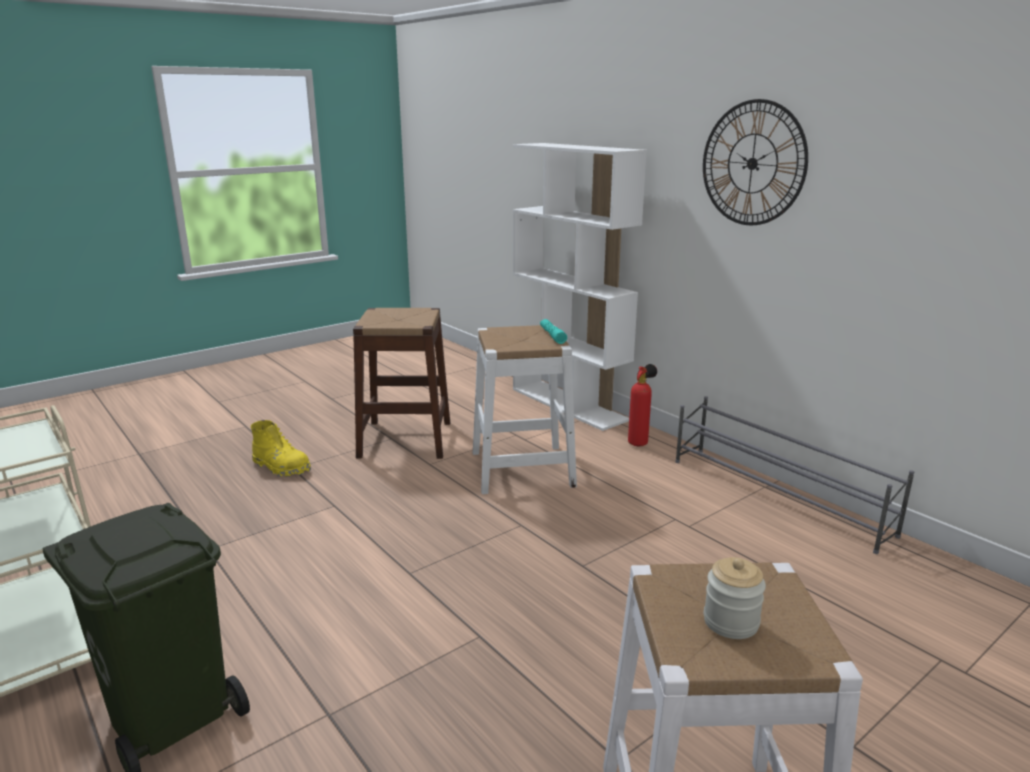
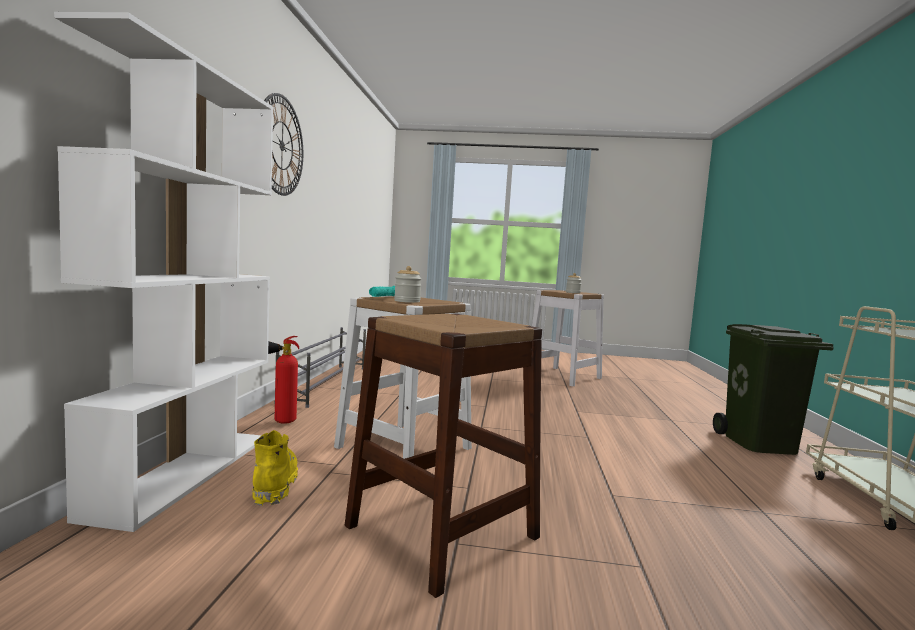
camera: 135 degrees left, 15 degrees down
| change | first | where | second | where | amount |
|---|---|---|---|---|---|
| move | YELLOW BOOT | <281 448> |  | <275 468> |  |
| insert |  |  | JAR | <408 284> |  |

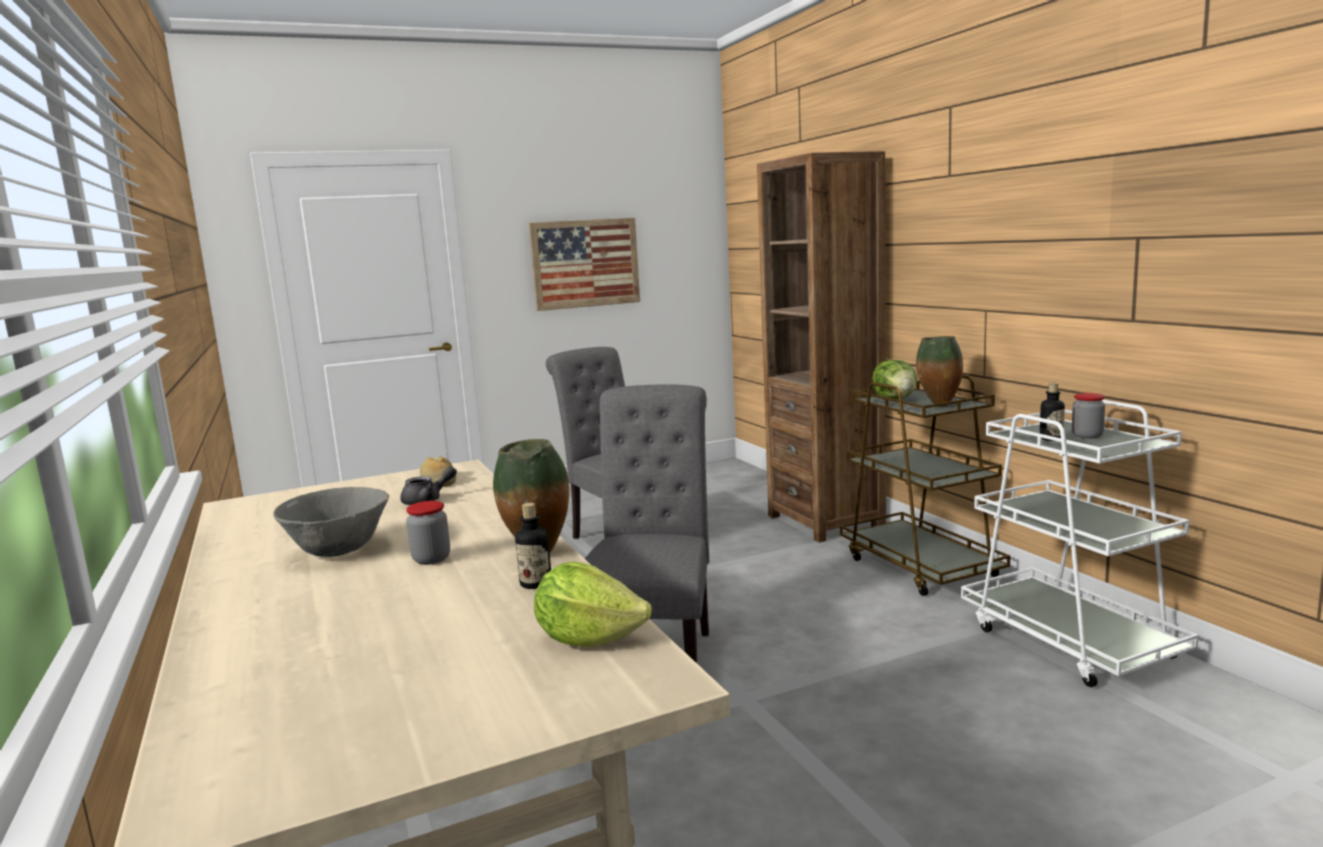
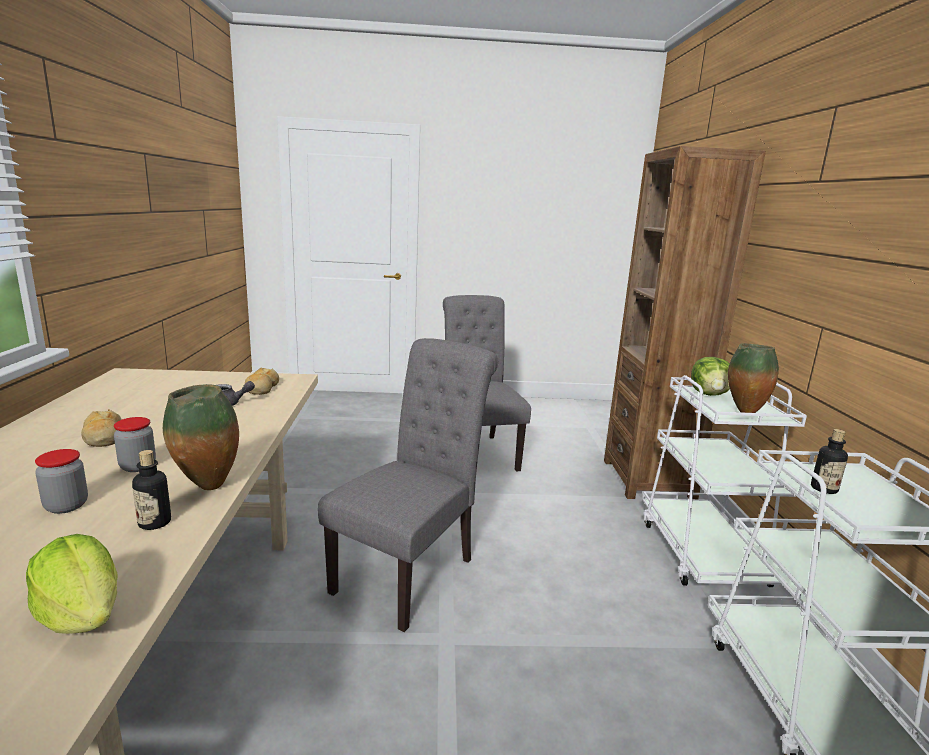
camera: 20 degrees right, 5 degrees up
| change | first | where | second | where | amount |
|---|---|---|---|---|---|
| replace | GREY BOWL | <331 522> | BREAD | <101 428> |  |
| delete | PICTURE | <584 264> |  |  |  |
| recolor | BROWN CART | <925 485> | WHITE CART | <724 481> |  |
| move | JAR | <1088 416> |  | <61 481> |  |

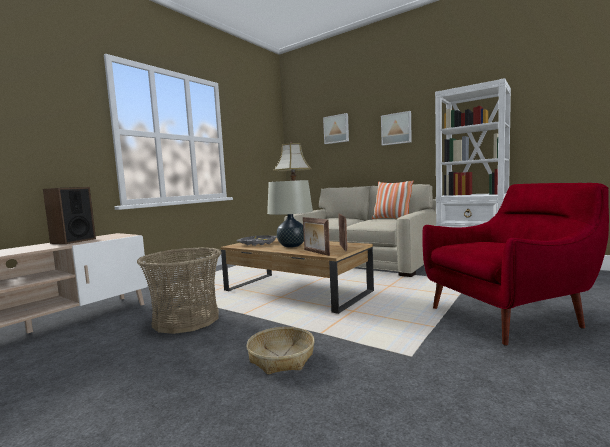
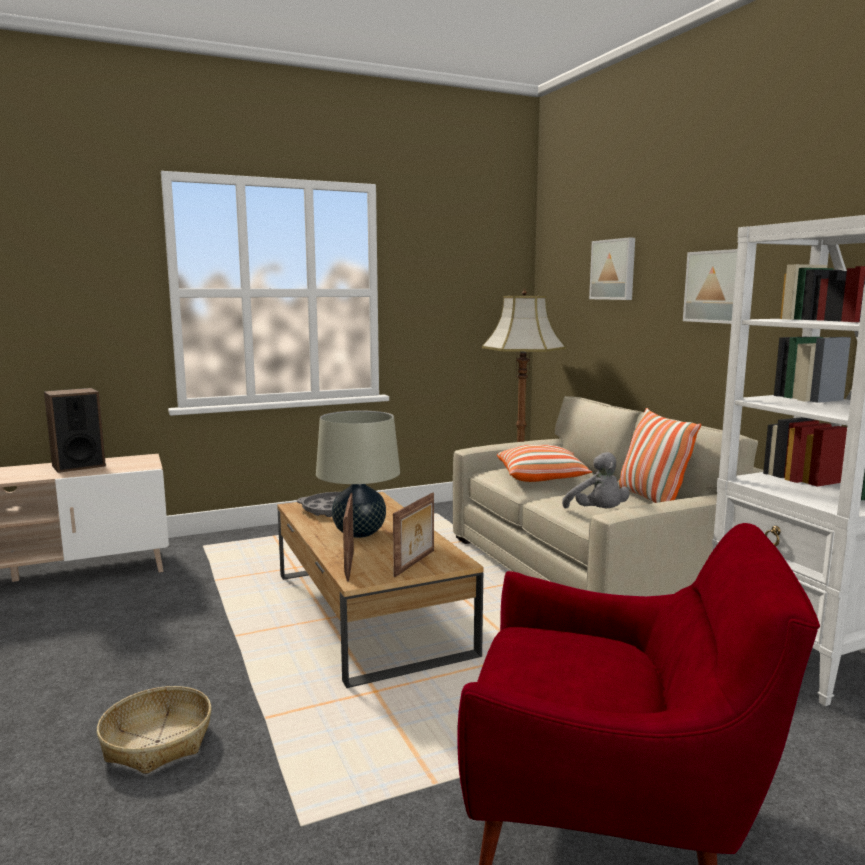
camera: 30 degrees right, 5 degrees up
| change | first | where | second | where | amount |
|---|---|---|---|---|---|
| delete | BASKET | <179 290> |  |  |  |
| insert |  |  | PILLOW | <544 463> |  |
| insert |  |  | GREY PLUSH TOY | <596 480> |  |

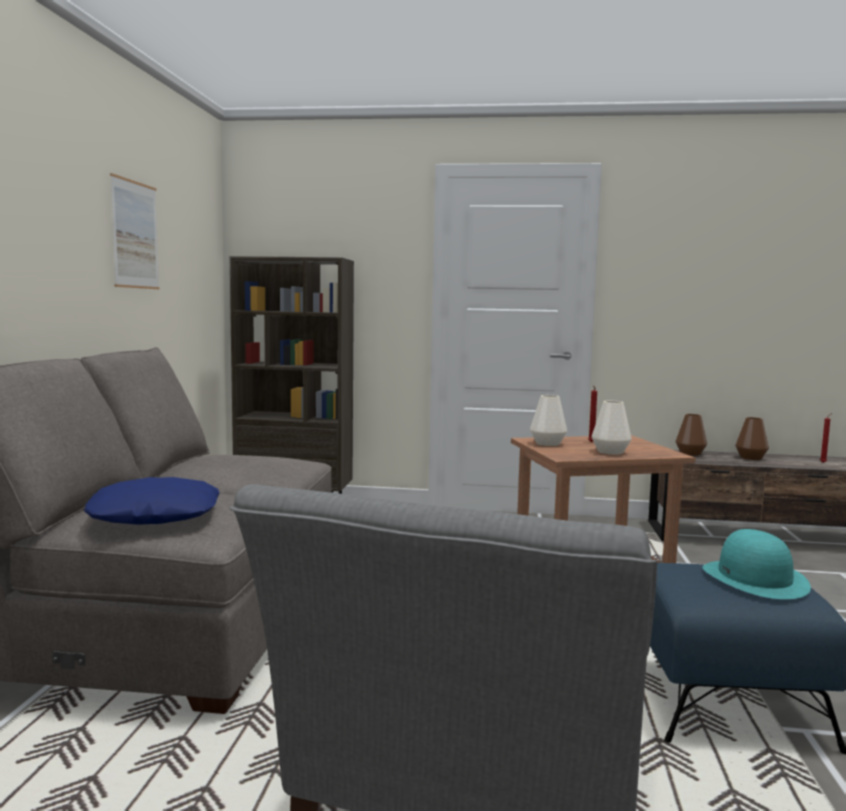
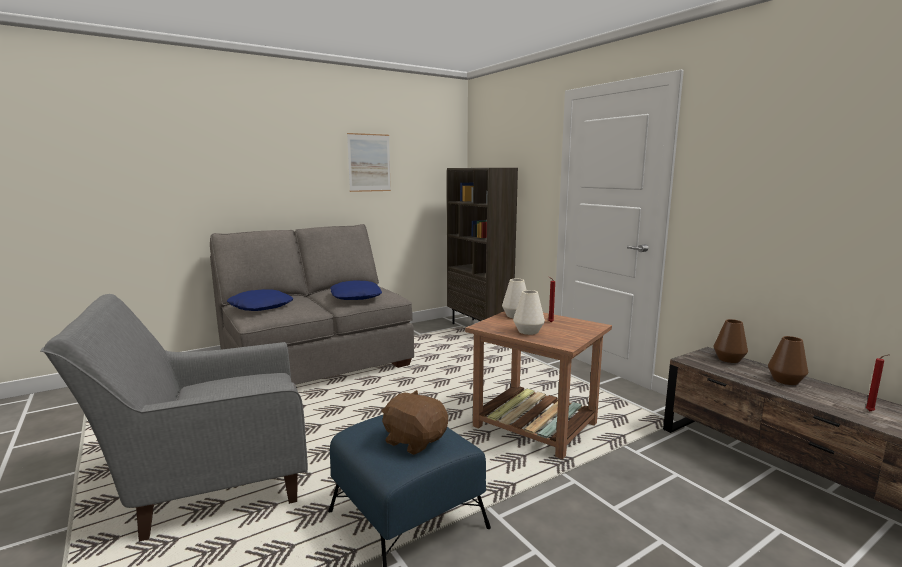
camera: 50 degrees right, 5 degrees up
| change | first | where | second | where | amount |
|---|---|---|---|---|---|
| replace | TURQUOISE HAT | <757 564> | BROWN PLUSH TOY | <414 422> |  |
| insert |  |  | BLUE PILLOW | <356 290> |  |

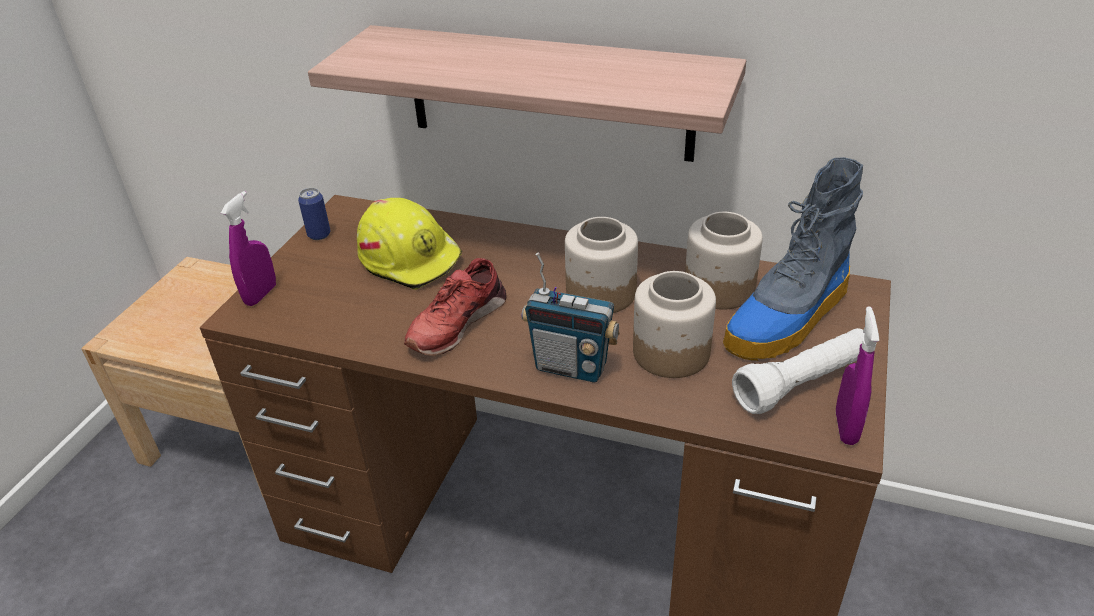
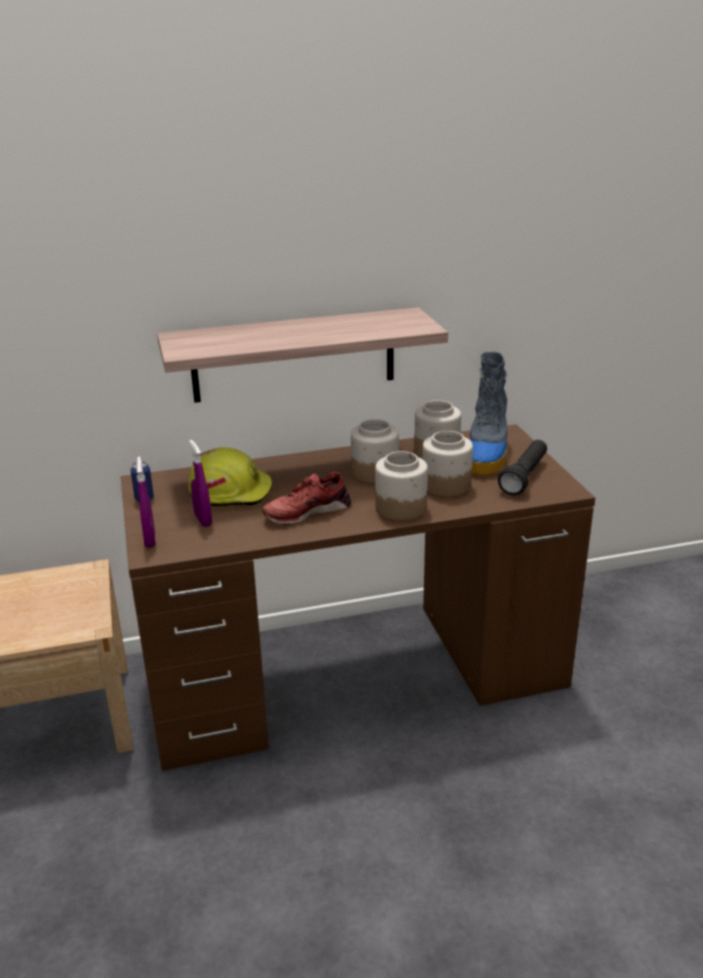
camera: 35 degrees left, 10 degrees down
| change | first | where | second | where | amount |
|---|---|---|---|---|---|
| rotate | RED SHOE | <455 307> |  | <306 498> | 60 degrees clockwise |
| replace | RADIO | <570 318> | JAR | <401 486> |  |
| recolor | WHITE FLASHLIGHT | <798 371> | BLACK FLASHLIGHT | <522 467> |  |
| move | PURPLE SPRAY BOTTLE | <857 376> |  | <200 483> |  |

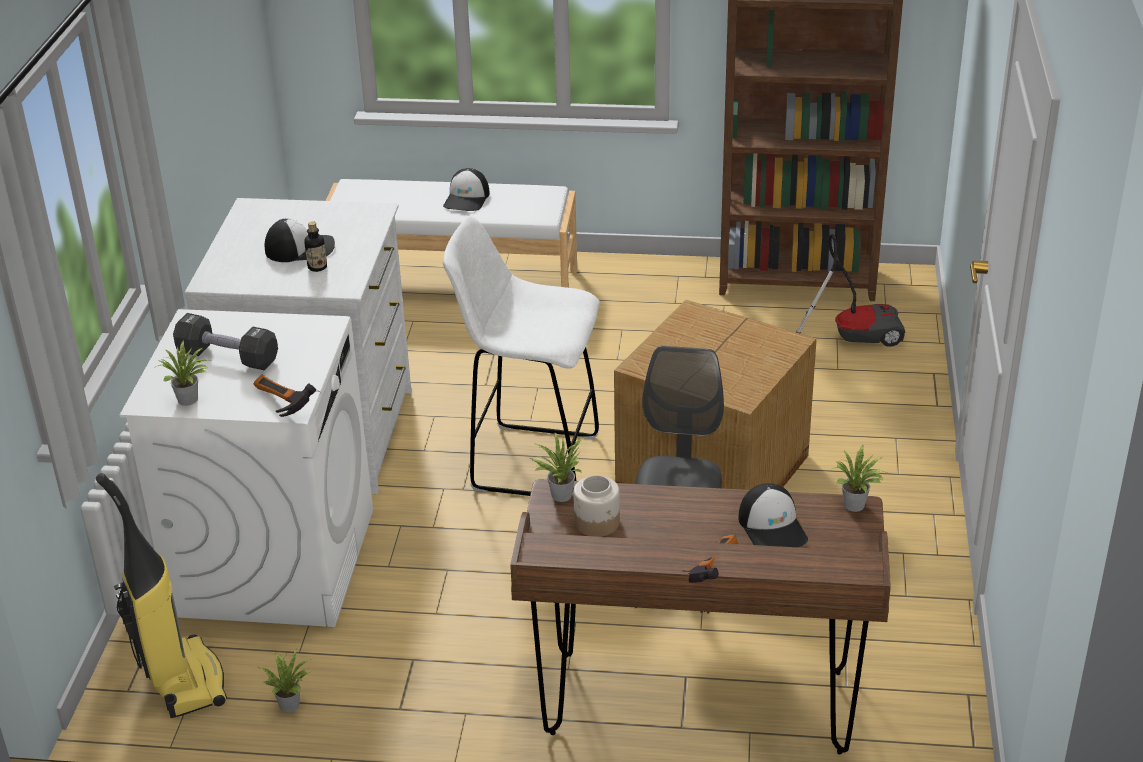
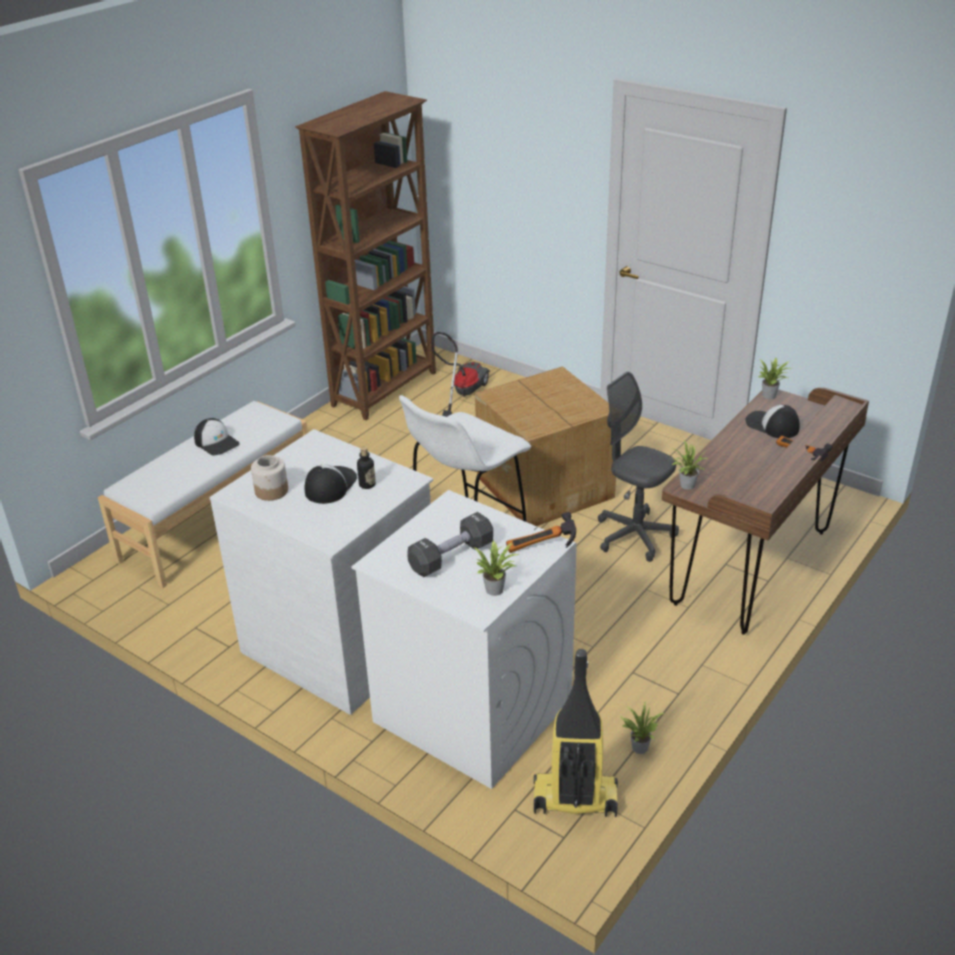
camera: 60 degrees left, 0 degrees up
| change | first | where | second | where | amount |
|---|---|---|---|---|---|
| move | JAR | <596 506> |  | <269 478> |  |
| rotate | CAP | <773 515> |  | <772 421> | 150 degrees counterclockwise |

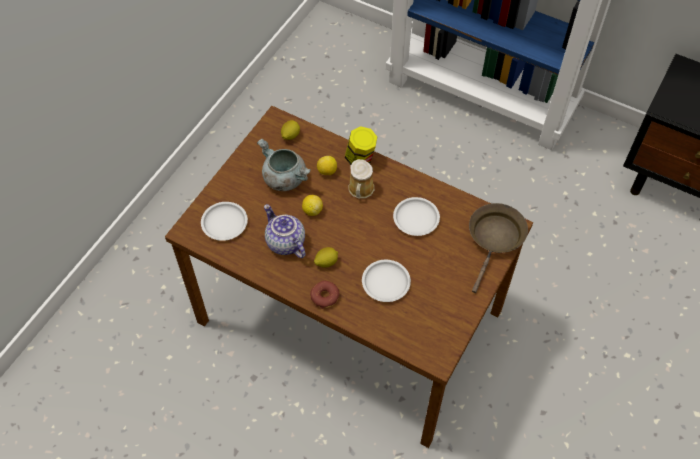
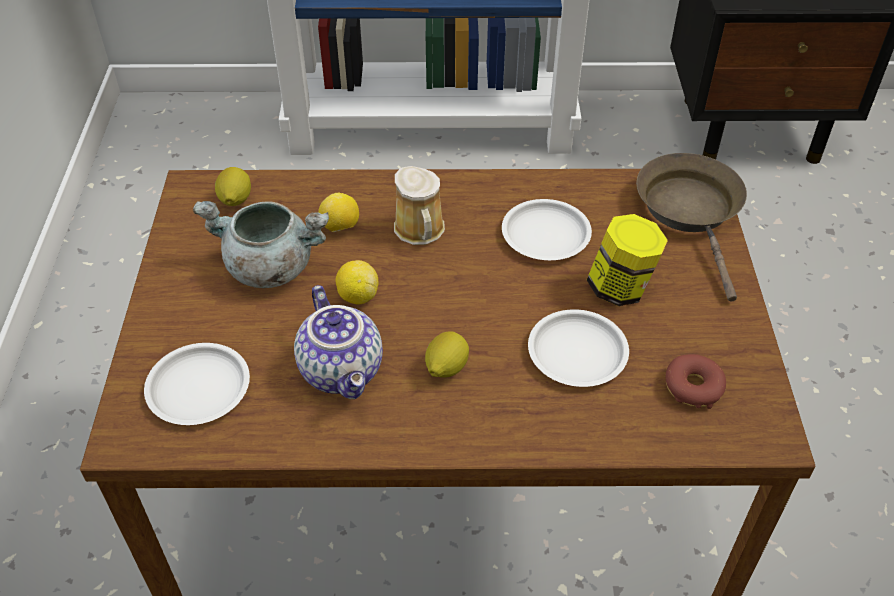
camera: 30 degrees left, 10 degrees down
| change | first | where | second | where | amount |
|---|---|---|---|---|---|
| rotate | TEAPOT | <284 231> |  | <338 342> | 135 degrees counterclockwise |
| move | DONUT | <324 295> |  | <695 381> |  |
| move | JAR | <361 145> |  | <627 260> |  |

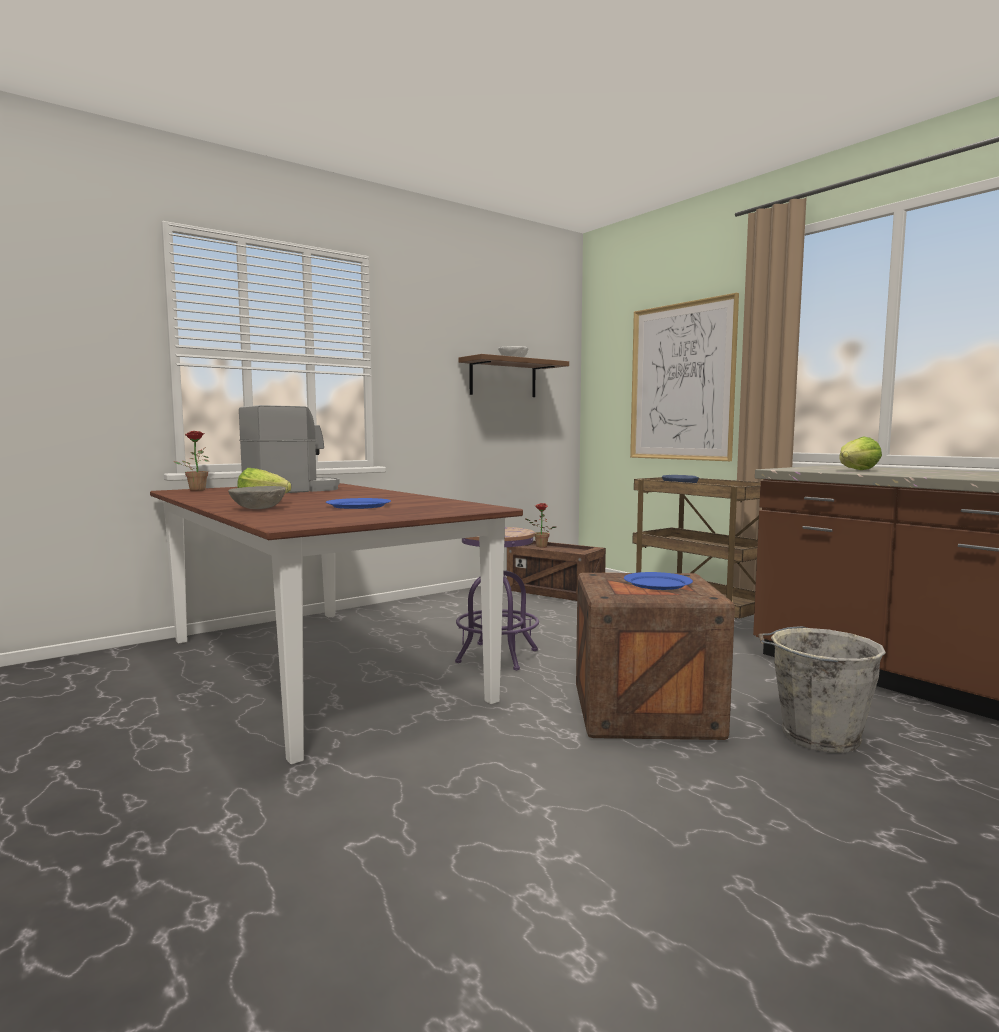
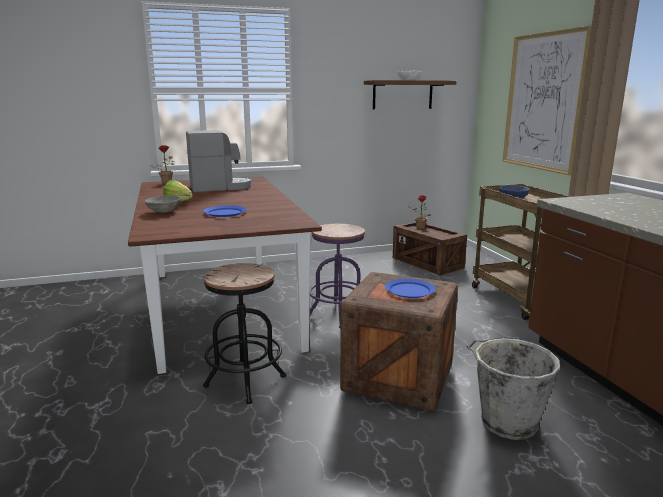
camera: 20 degrees right, 10 degrees up
| change | first | where | second | where | amount |
|---|---|---|---|---|---|
| delete | LETTUCE | <860 453> |  |  |  |
| insert |  |  | BLACK STOOL | <244 333> |  |

